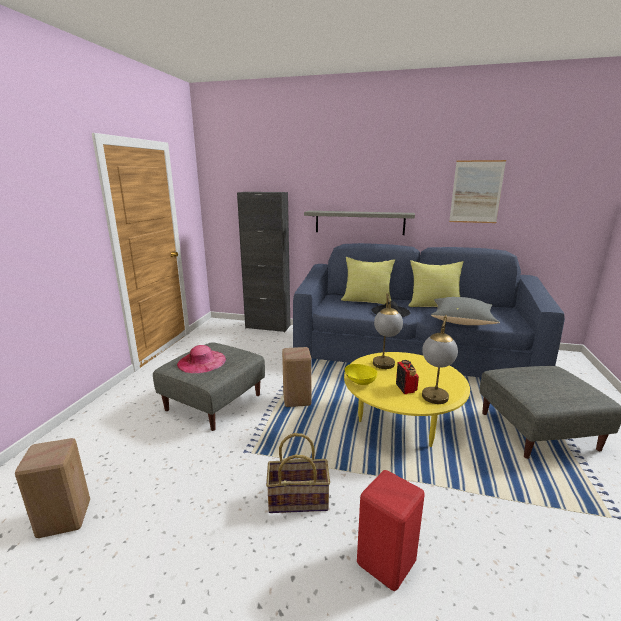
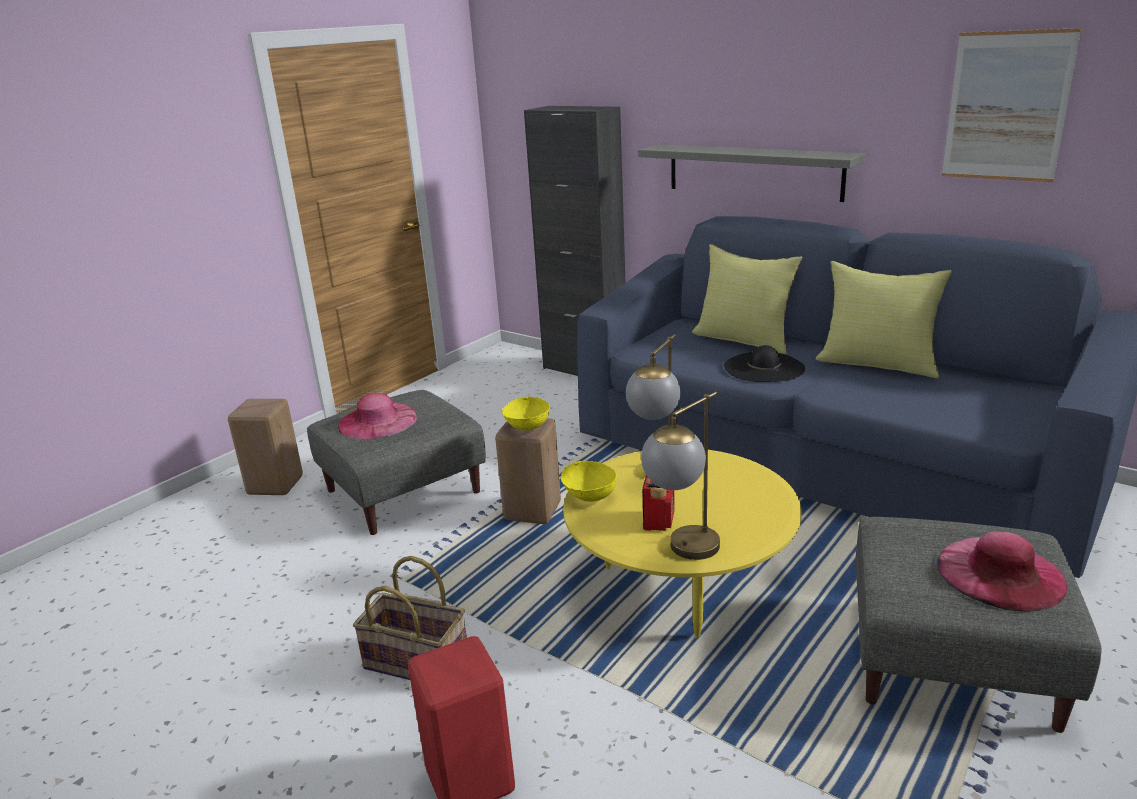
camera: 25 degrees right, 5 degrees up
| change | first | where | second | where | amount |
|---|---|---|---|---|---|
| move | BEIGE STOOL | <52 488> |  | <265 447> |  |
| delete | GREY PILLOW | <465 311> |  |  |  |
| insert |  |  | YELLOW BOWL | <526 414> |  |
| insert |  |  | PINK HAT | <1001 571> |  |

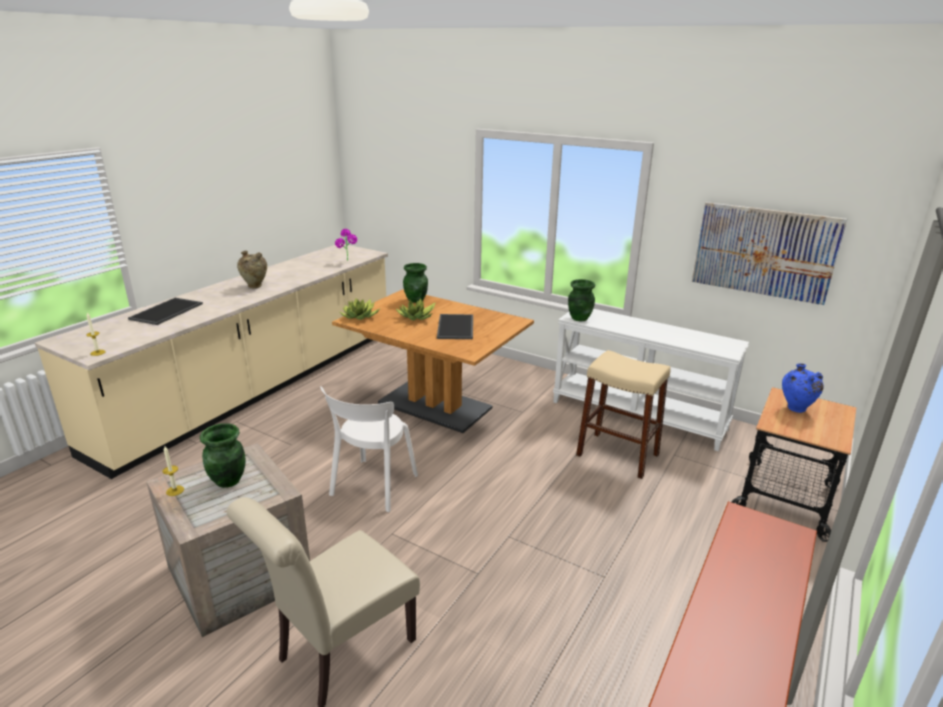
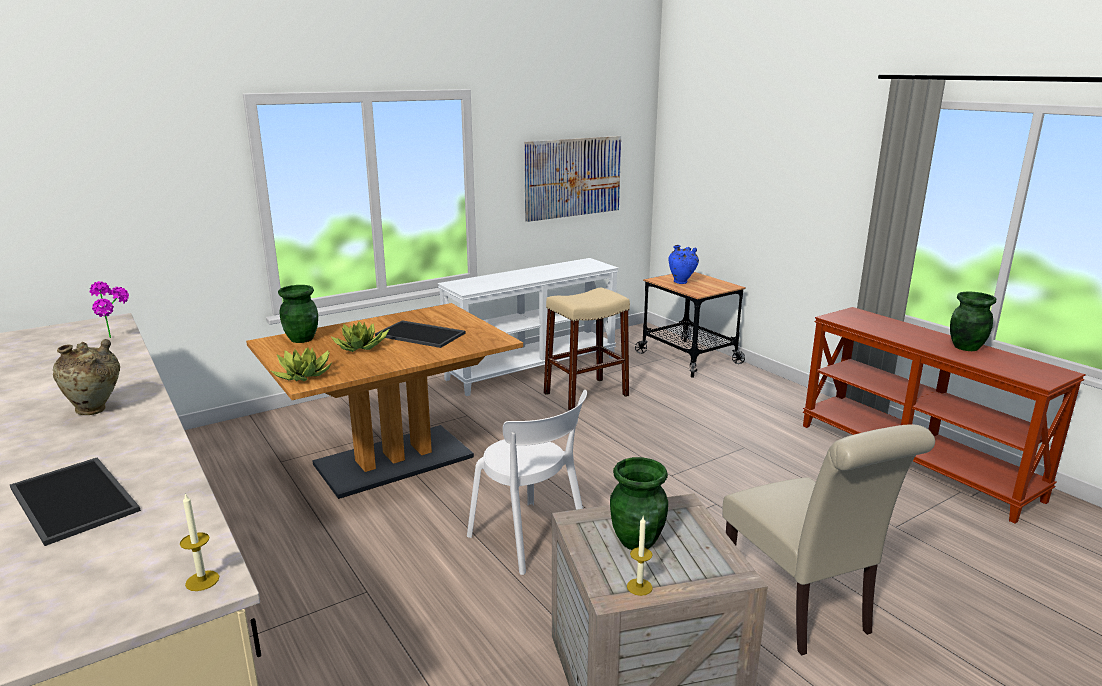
camera: 65 degrees left, 5 degrees down
| change | first | where | second | where | amount |
|---|---|---|---|---|---|
| move | GREEN VASE | <581 300> |  | <973 321> |  |

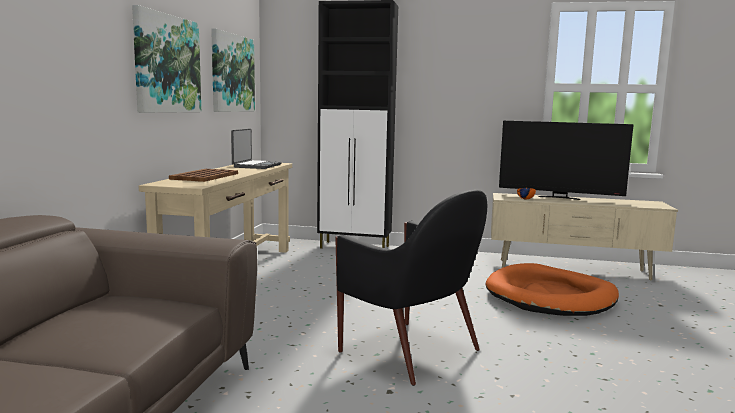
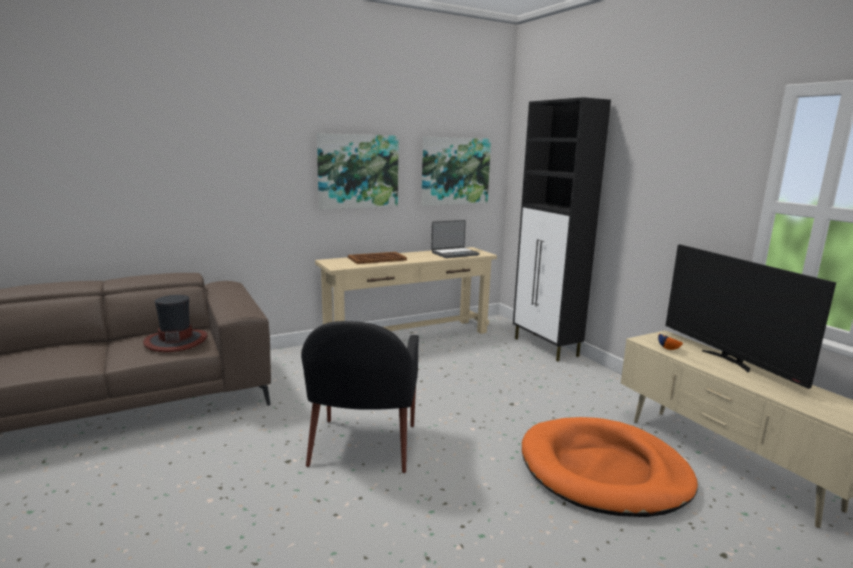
camera: 50 degrees right, 5 degrees up
| change | first | where | second | where | amount |
|---|---|---|---|---|---|
| insert |  |  | HAT | <175 323> |  |

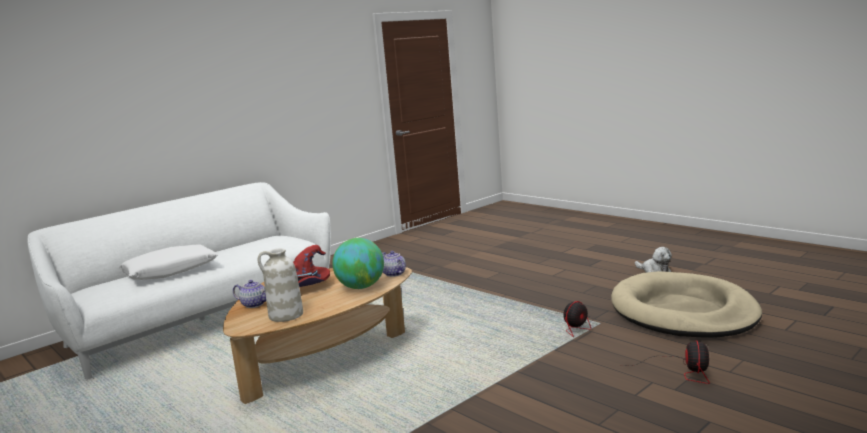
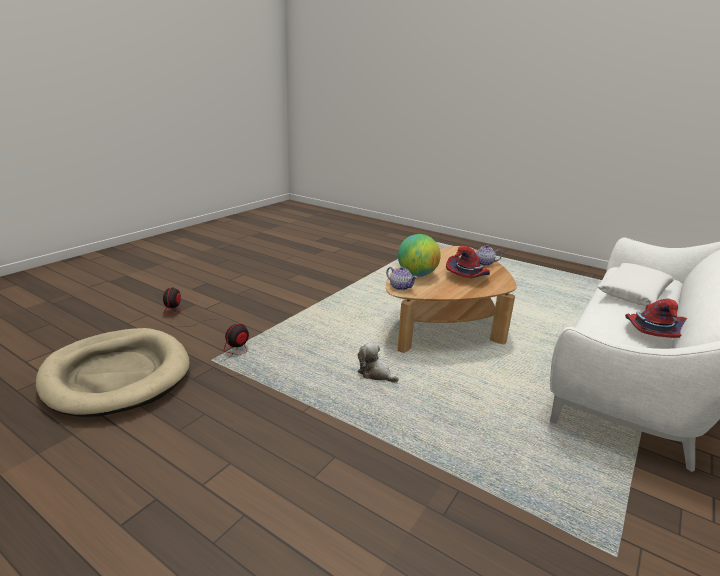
camera: 165 degrees right, 10 degrees up
| change | first | where | second | where | amount |
|---|---|---|---|---|---|
| delete | WHITE VASE | <280 285> |  |  |  |
| move | PLUSH TOY | <653 260> |  | <378 362> |  |
| insert |  |  | RED HAT | <656 318> |  |

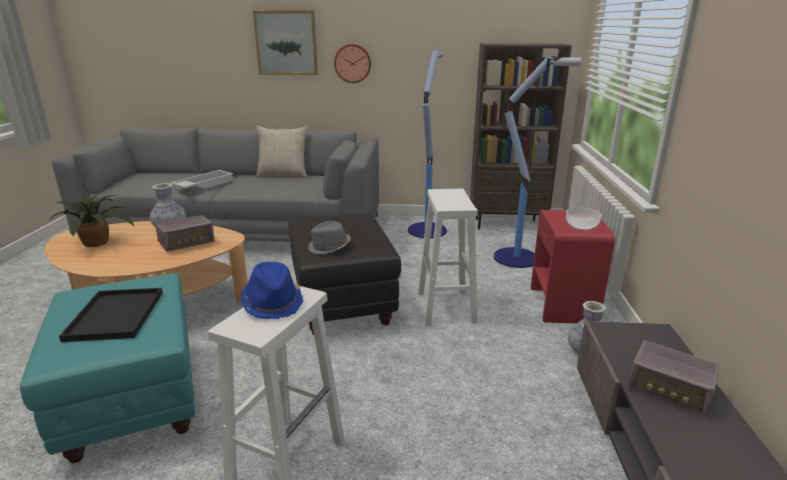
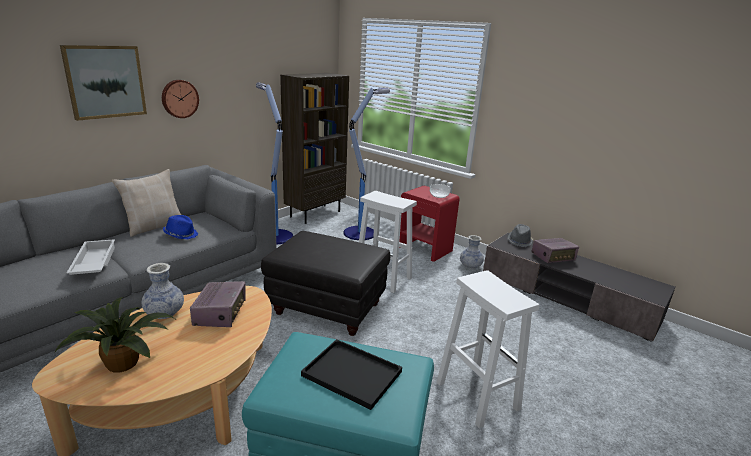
camera: 55 degrees left, 0 degrees up
| change | first | where | second | where | amount |
|---|---|---|---|---|---|
| move | BLUE HAT | <272 290> |  | <180 227> |  |
| move | GREY HAT | <329 237> |  | <520 235> |  |

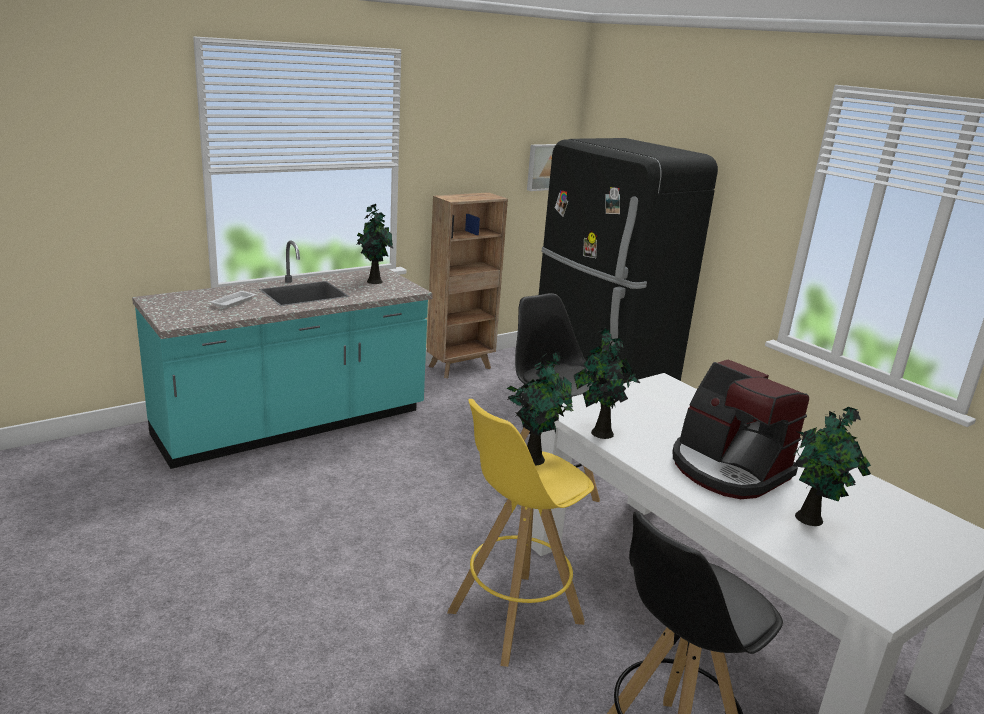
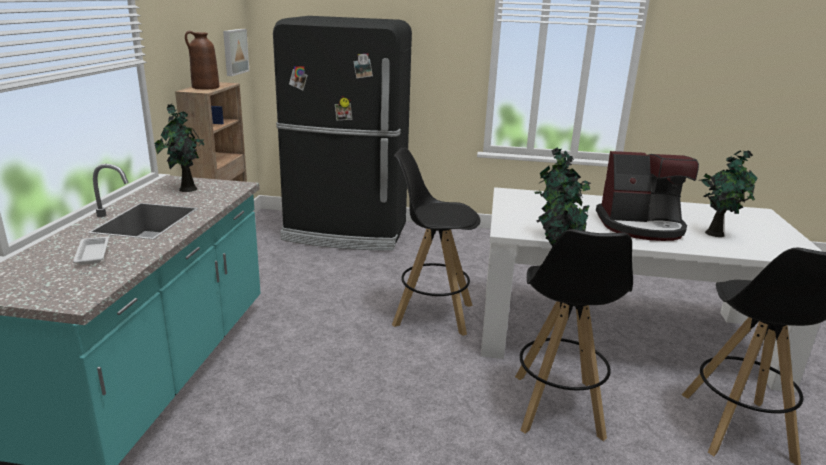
camera: 45 degrees left, 0 degrees up
| change | first | where | second | where | amount |
|---|---|---|---|---|---|
| recolor | YELLOW STOOL | <520 533> | BLACK STOOL | <574 335> |  |
| insert |  |  | BROWN VASE | <202 60> |  |

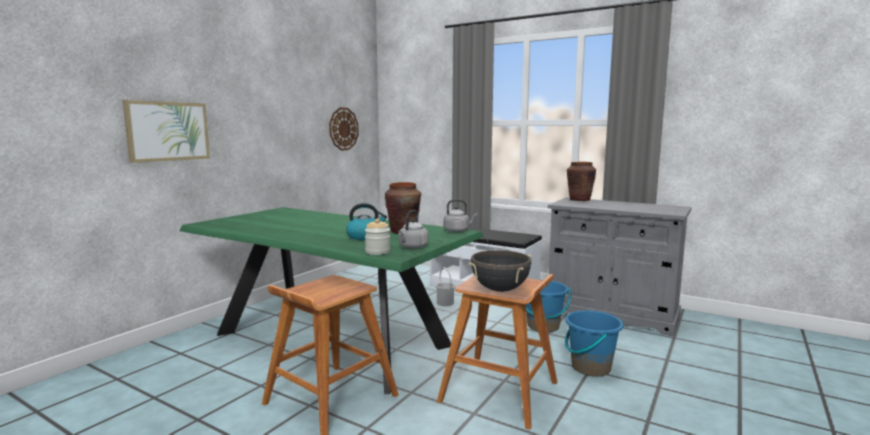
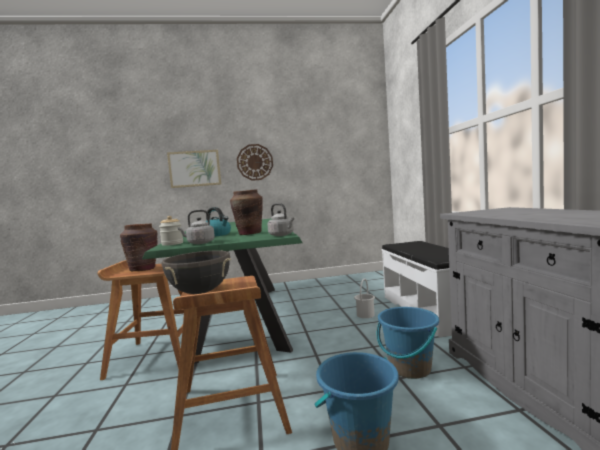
camera: 50 degrees right, 5 degrees down
| change | first | where | second | where | amount |
|---|---|---|---|---|---|
| move | WALL CLOCK | <344 129> |  | <255 162> |  |
| move | BROWN VASE | <581 181> |  | <139 247> |  |

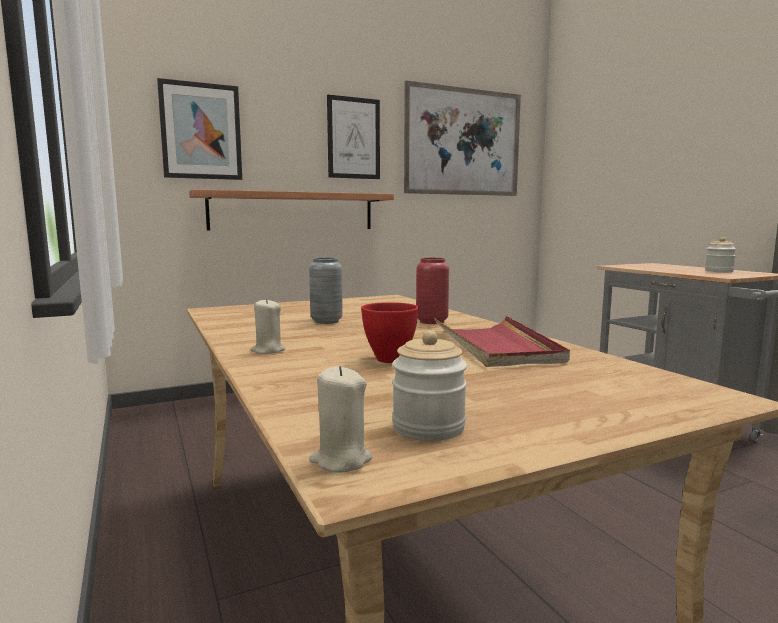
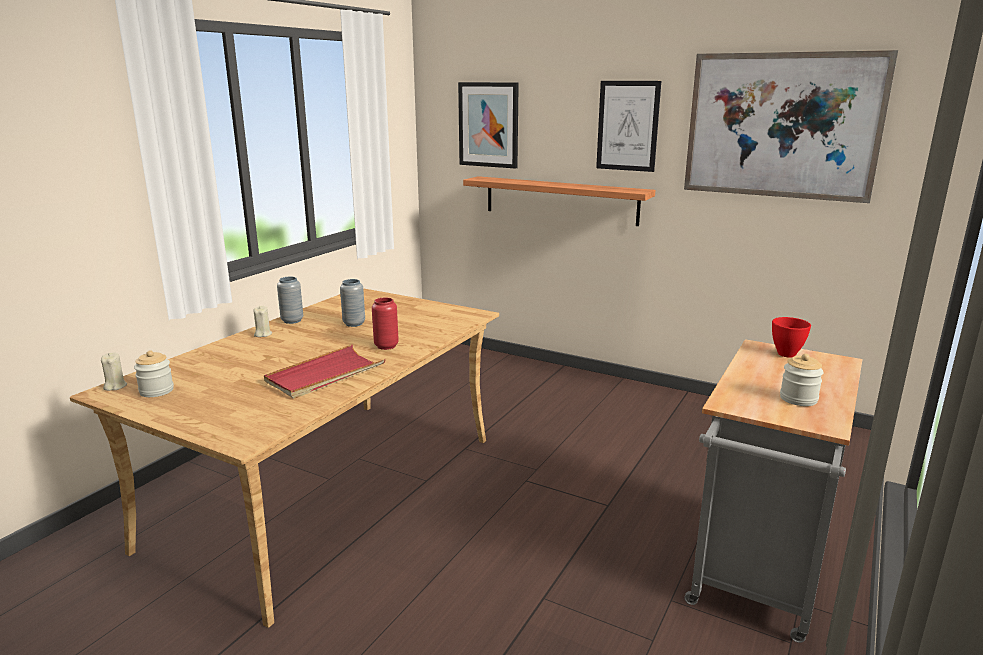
camera: 55 degrees right, 10 degrees up
| change | first | where | second | where | amount |
|---|---|---|---|---|---|
| move | RED BOWL | <390 332> |  | <791 337> |  |
| insert |  |  | GREY VASE | <290 300> |  |

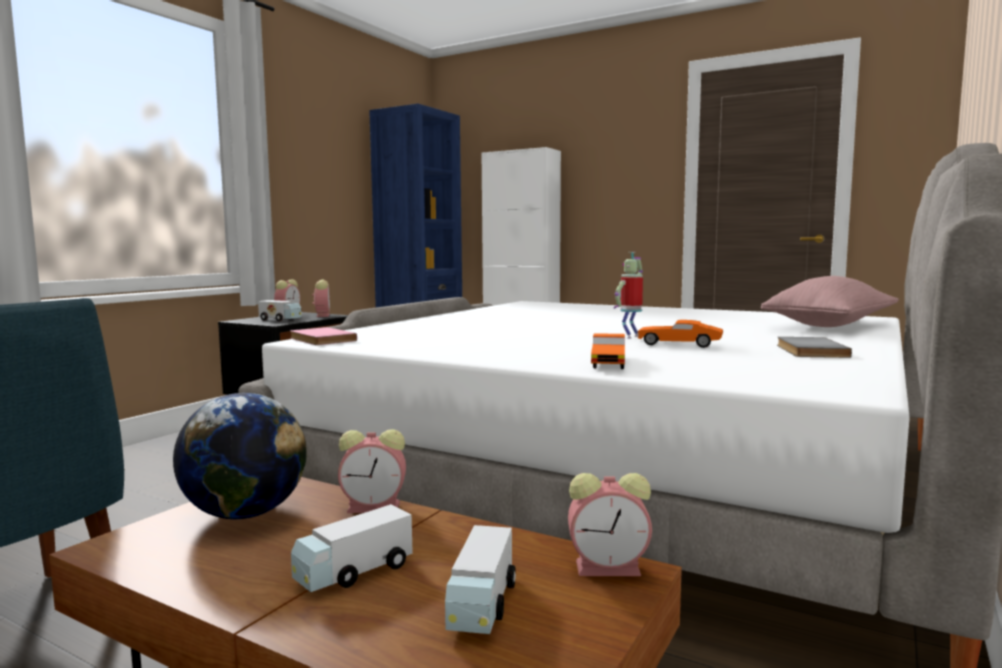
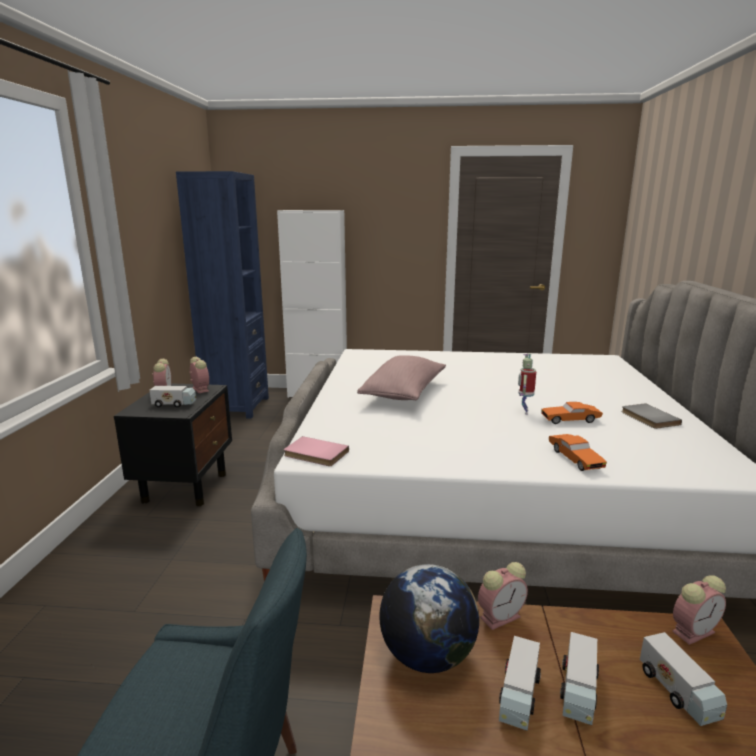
camera: 25 degrees left, 10 degrees up
| change | first | where | second | where | amount |
|---|---|---|---|---|---|
| move | PINK PILLOW | <830 301> |  | <401 377> |  |
| insert |  |  | TOY TRUCK | <520 683> |  |

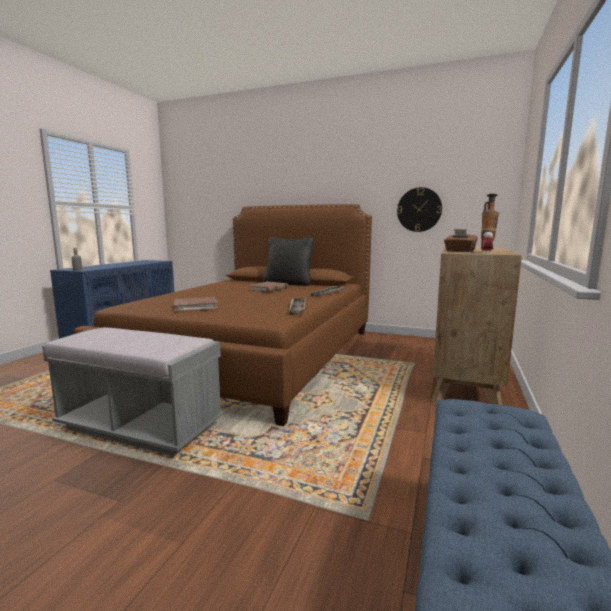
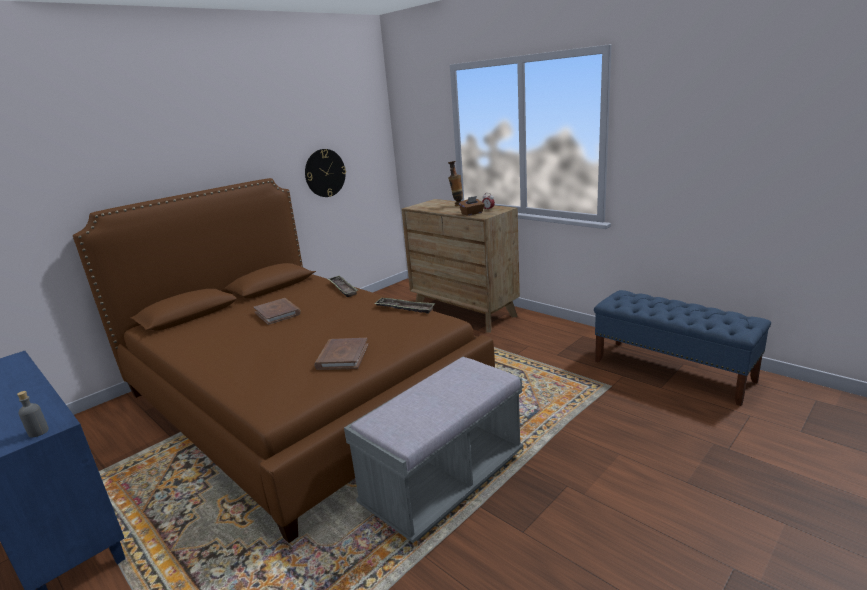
camera: 65 degrees left, 10 degrees up
| change | first | where | second | where | amount |
|---|---|---|---|---|---|
| delete | BLACK PILLOW | <288 261> |  |  |  |

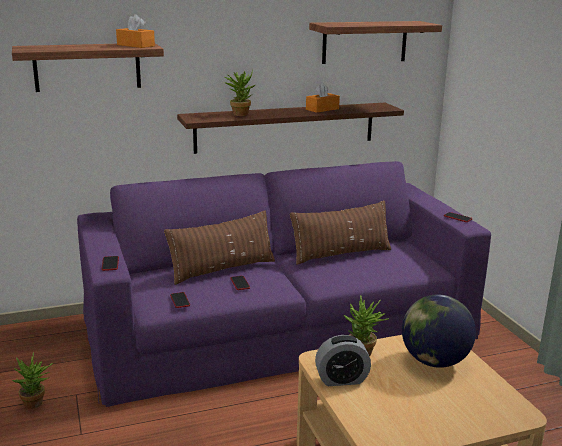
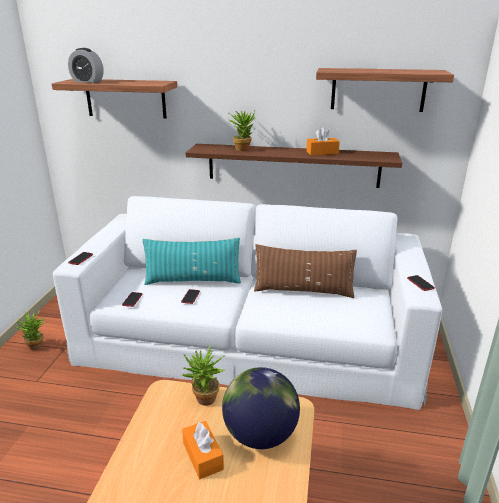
camera: 30 degrees right, 5 degrees up
| change | first | where | second | where | amount |
|---|---|---|---|---|---|
| recolor | PURPLE SOFA | <284 284> | WHITE SOFA | <247 303> |  |
| move | ORANGE TISSUE BOX | <135 31> |  | <203 450> |  |
| recolor | BROWN PILLOW | <219 247> | TURQUOISE PILLOW | <192 261> |  |
| move | ALARM CLOCK | <343 360> |  | <86 65> |  |

